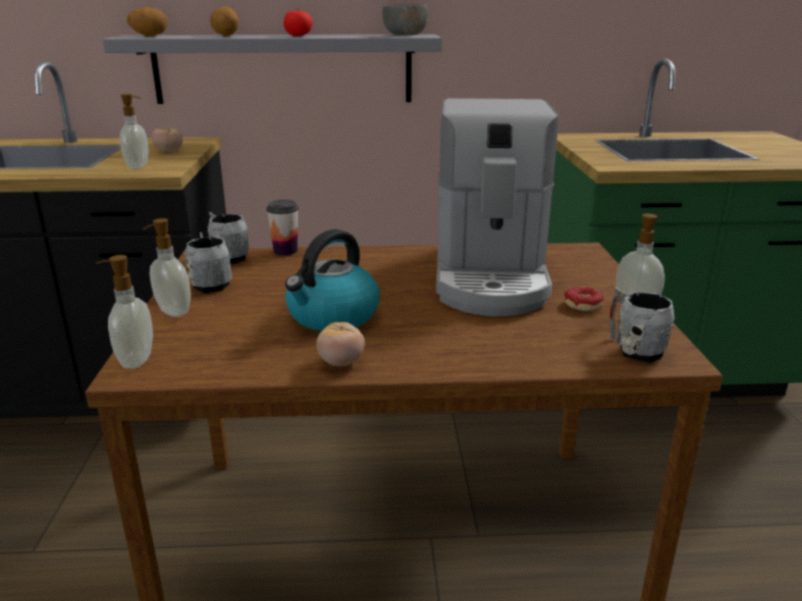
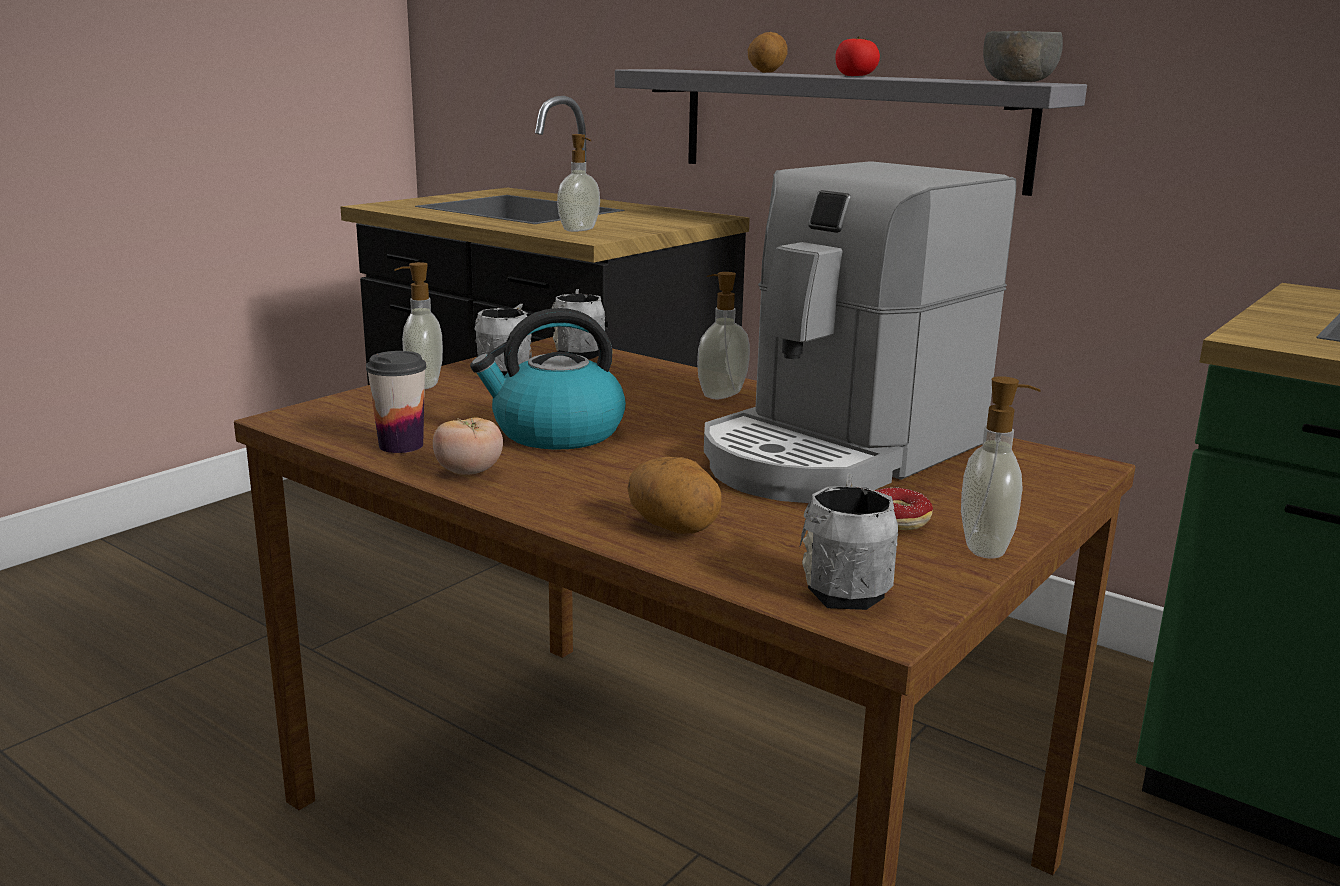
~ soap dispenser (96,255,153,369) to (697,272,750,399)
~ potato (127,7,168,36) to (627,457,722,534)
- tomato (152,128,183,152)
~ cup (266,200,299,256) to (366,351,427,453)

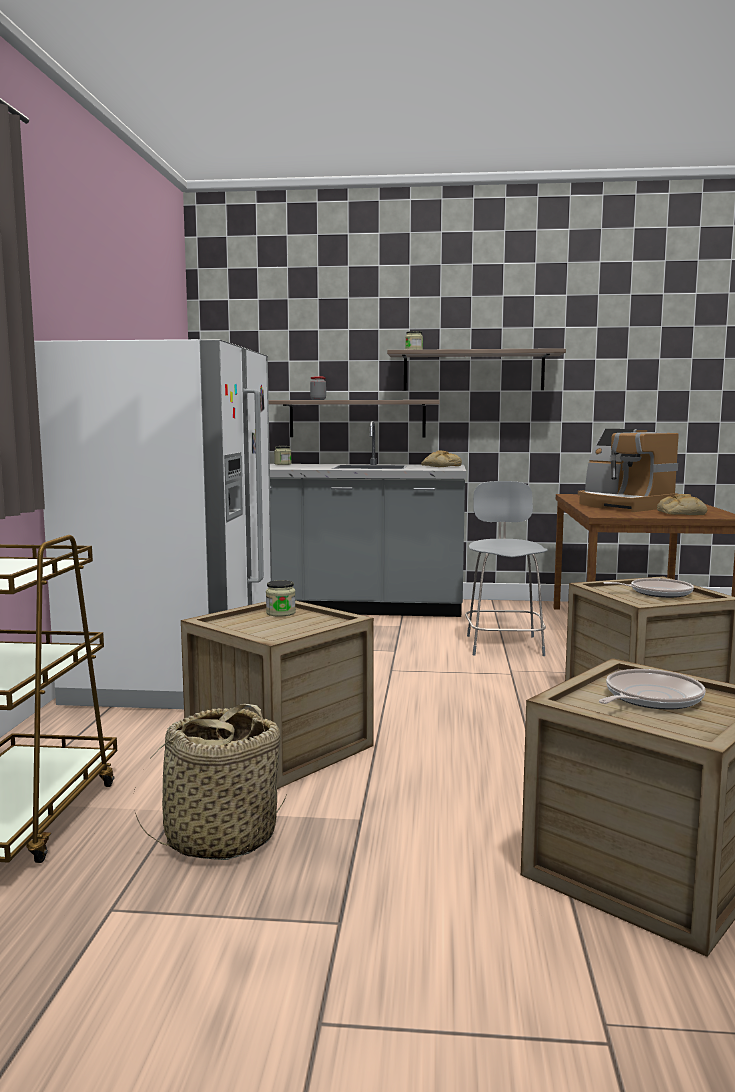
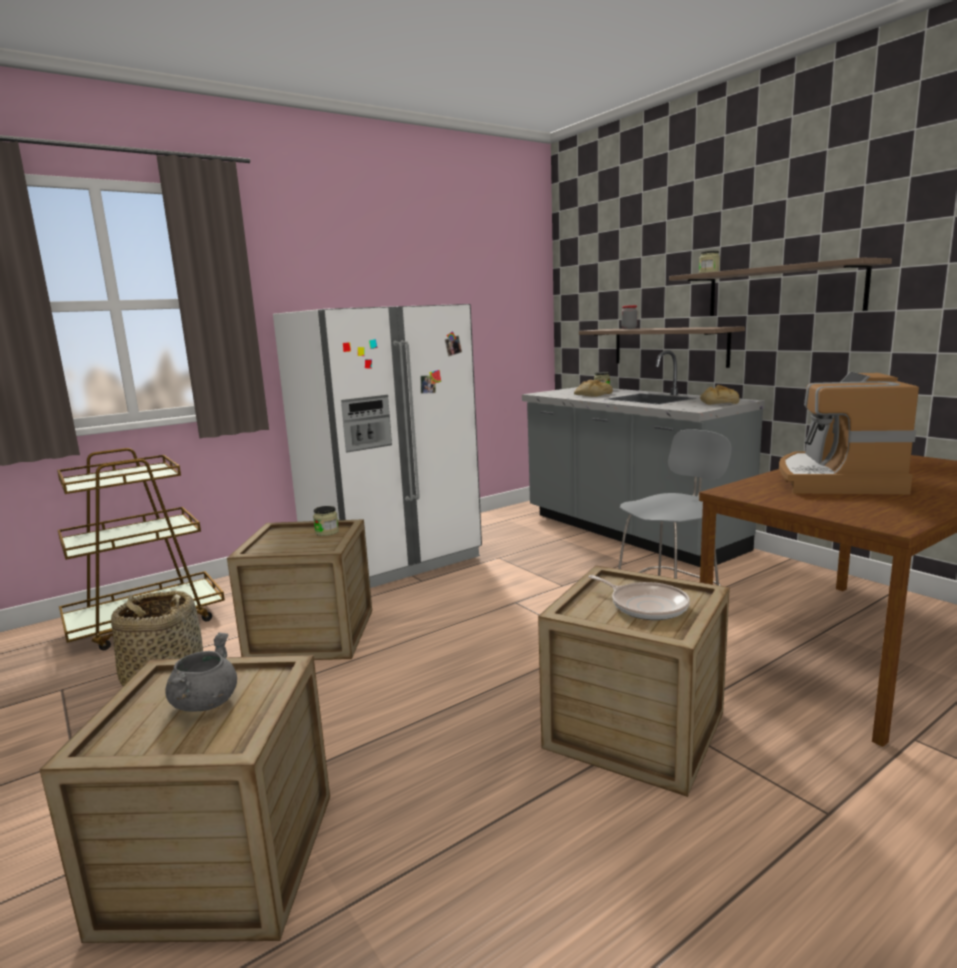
~ frying pan (599,669,705,710) to grey cooking pot (165,633,237,711)
~ bread (657,494,708,515) to (574,380,613,397)

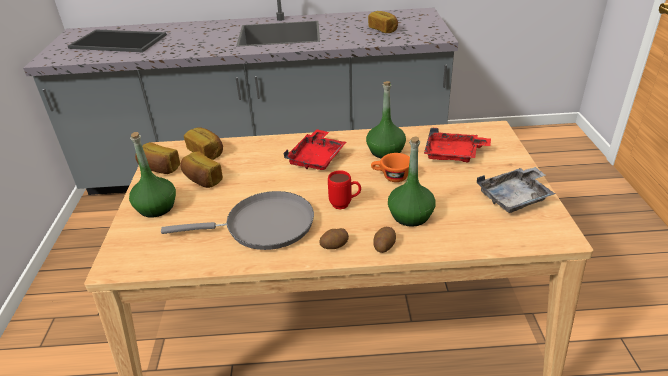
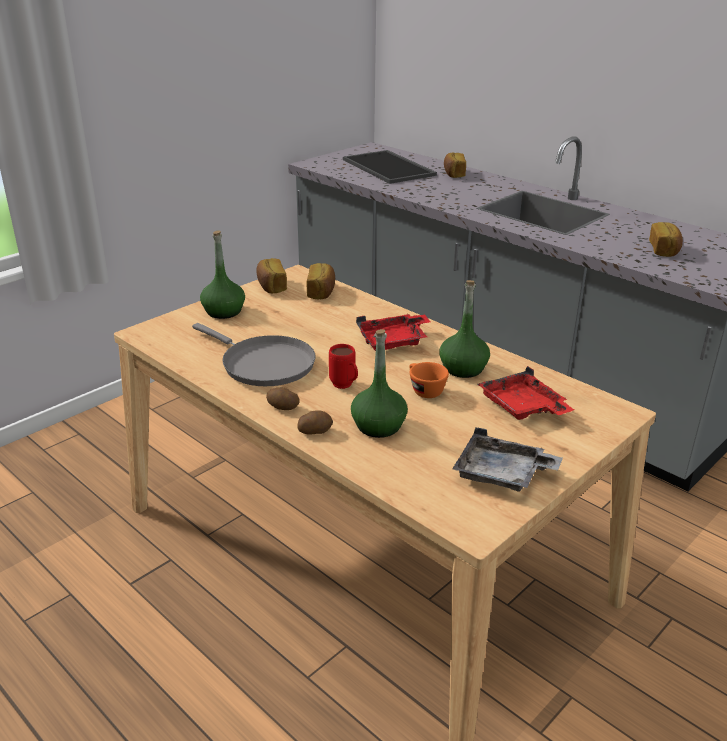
~ bread (180,151,223,188) to (444,153,466,178)

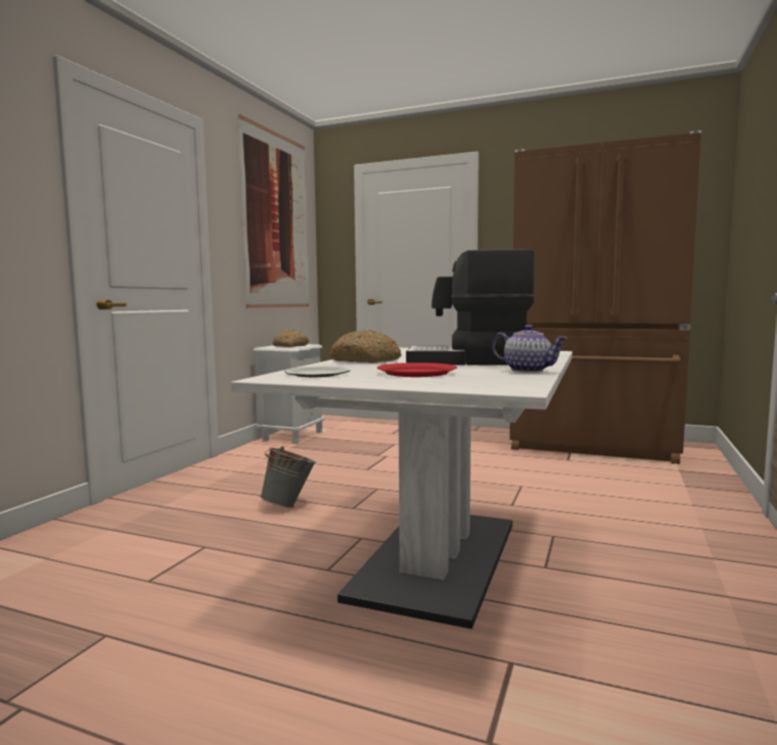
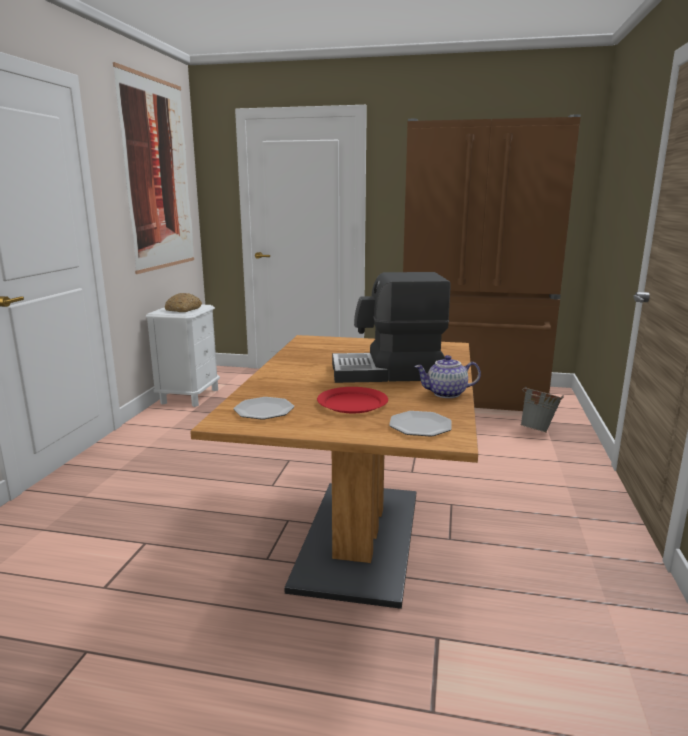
~ white dining table (231,348,573,629) to brown dining table (190,335,478,609)
~ grey bucket (260,446,316,508) to (520,386,564,433)
- bread (330,330,401,363)
~ teapot (492,325,568,373) = (414,355,481,398) 150 degrees clockwise
+ plate (389,411,452,437)

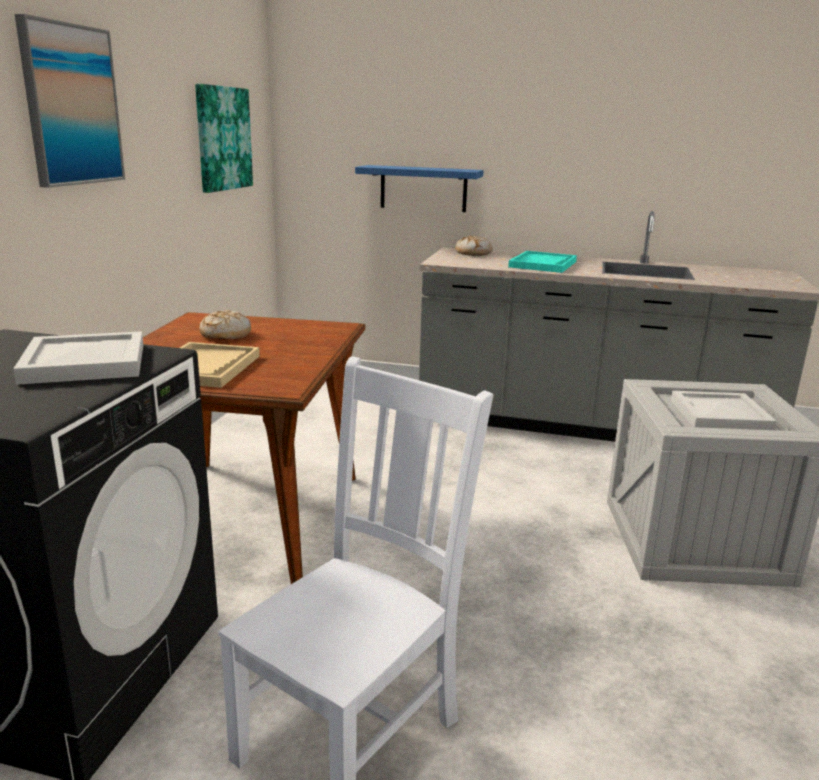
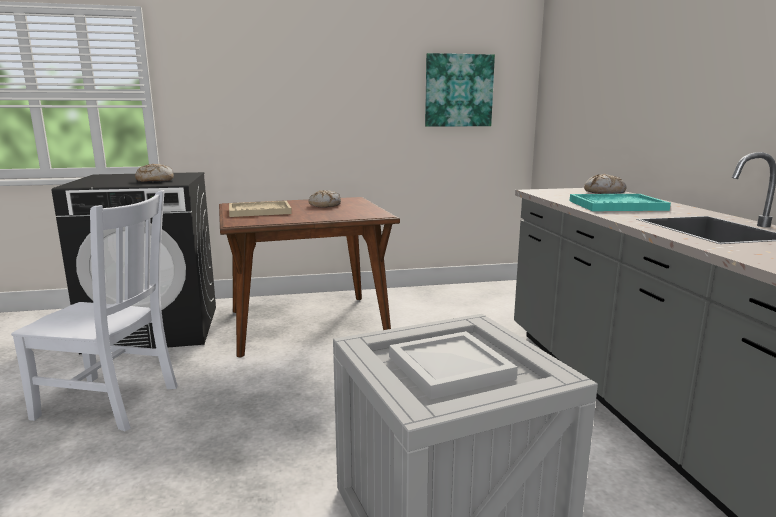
~ white tray (13,331,143,385) to bread (135,164,174,182)
- picture (15,14,125,188)
- blue shelf (355,165,484,212)

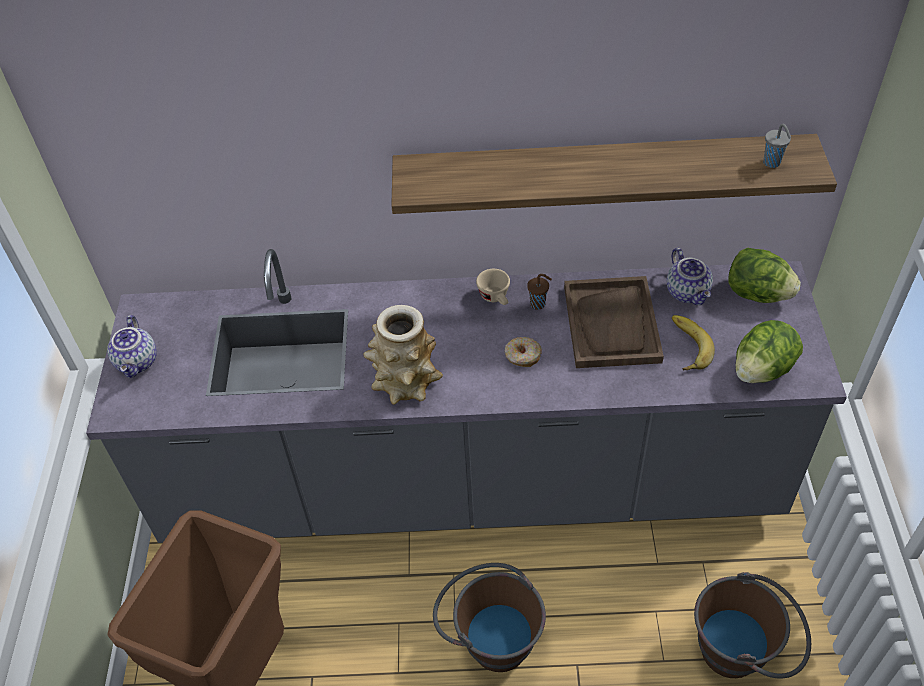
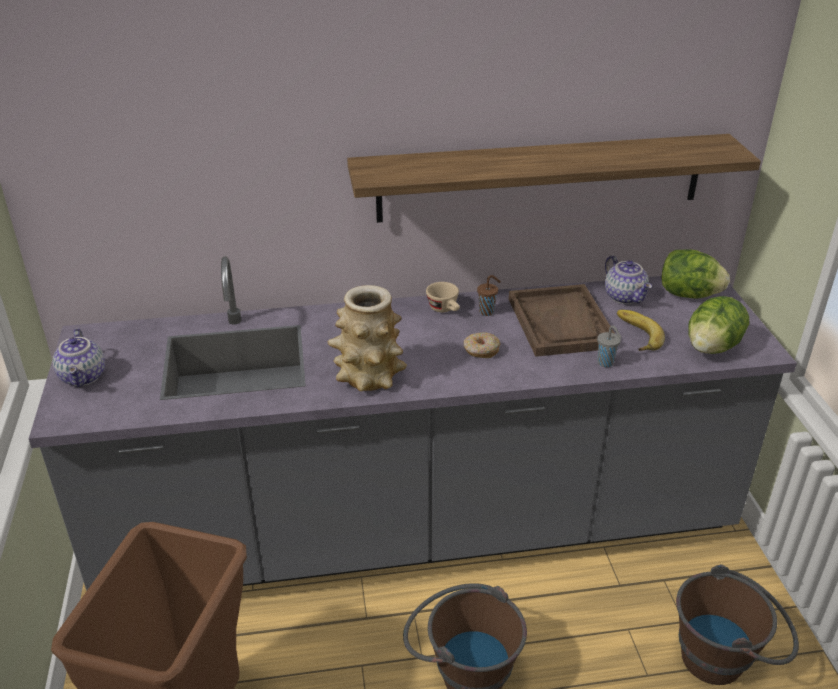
~ grey cup (763,124,791,168) to (597,325,622,367)

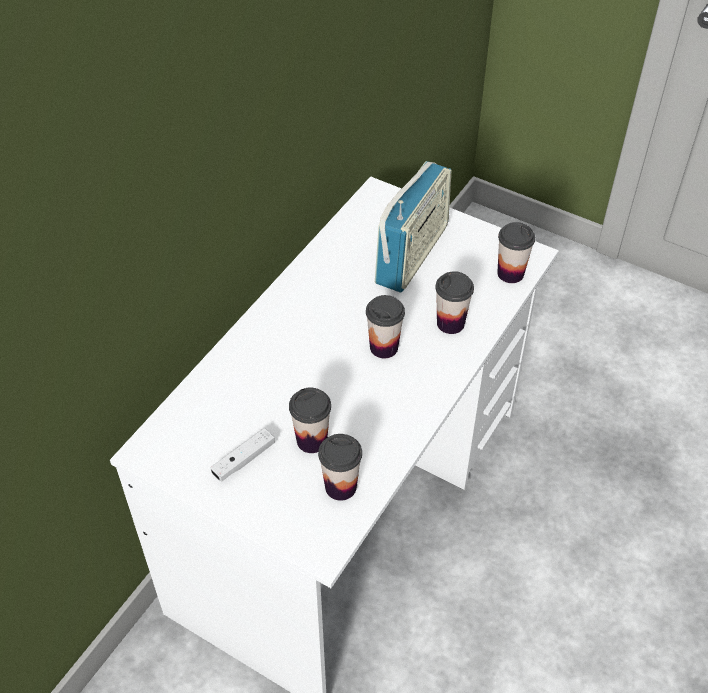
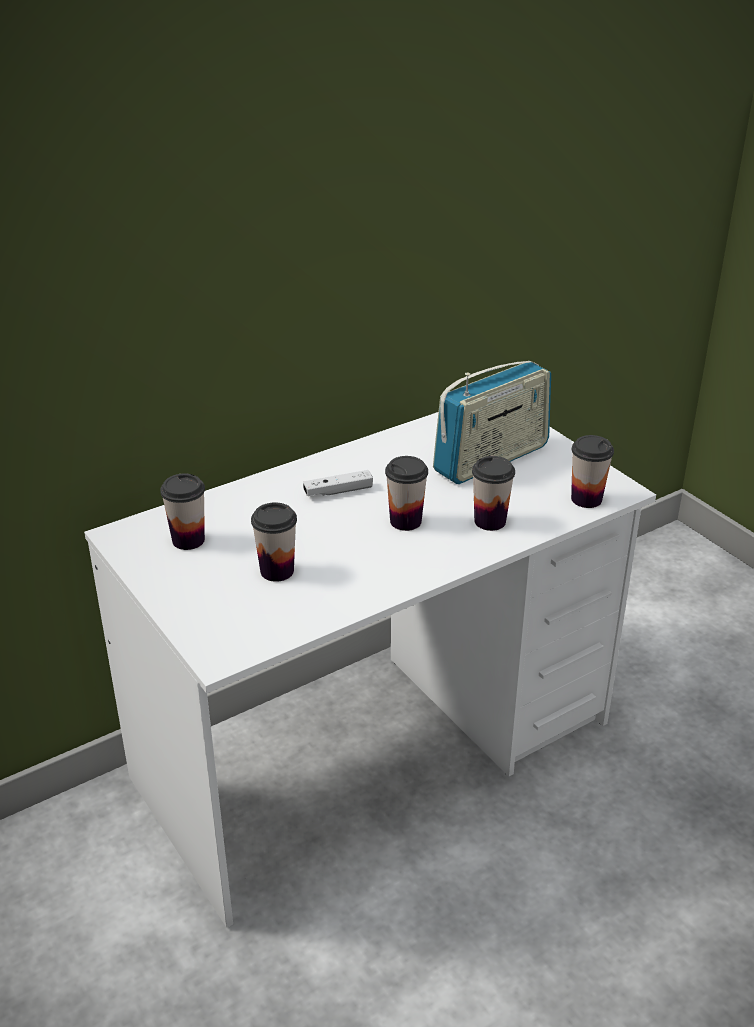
~ white game controller (211,428,275,482) to (303,470,373,496)
~ cup (318,434,362,501) to (160,473,205,550)

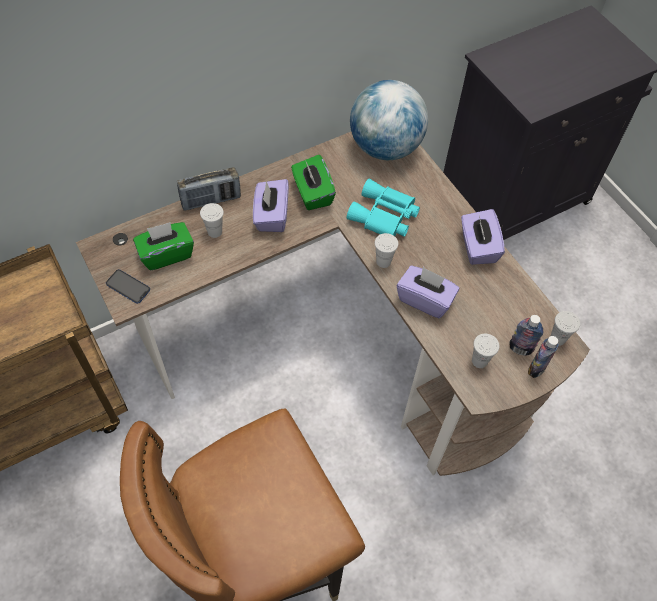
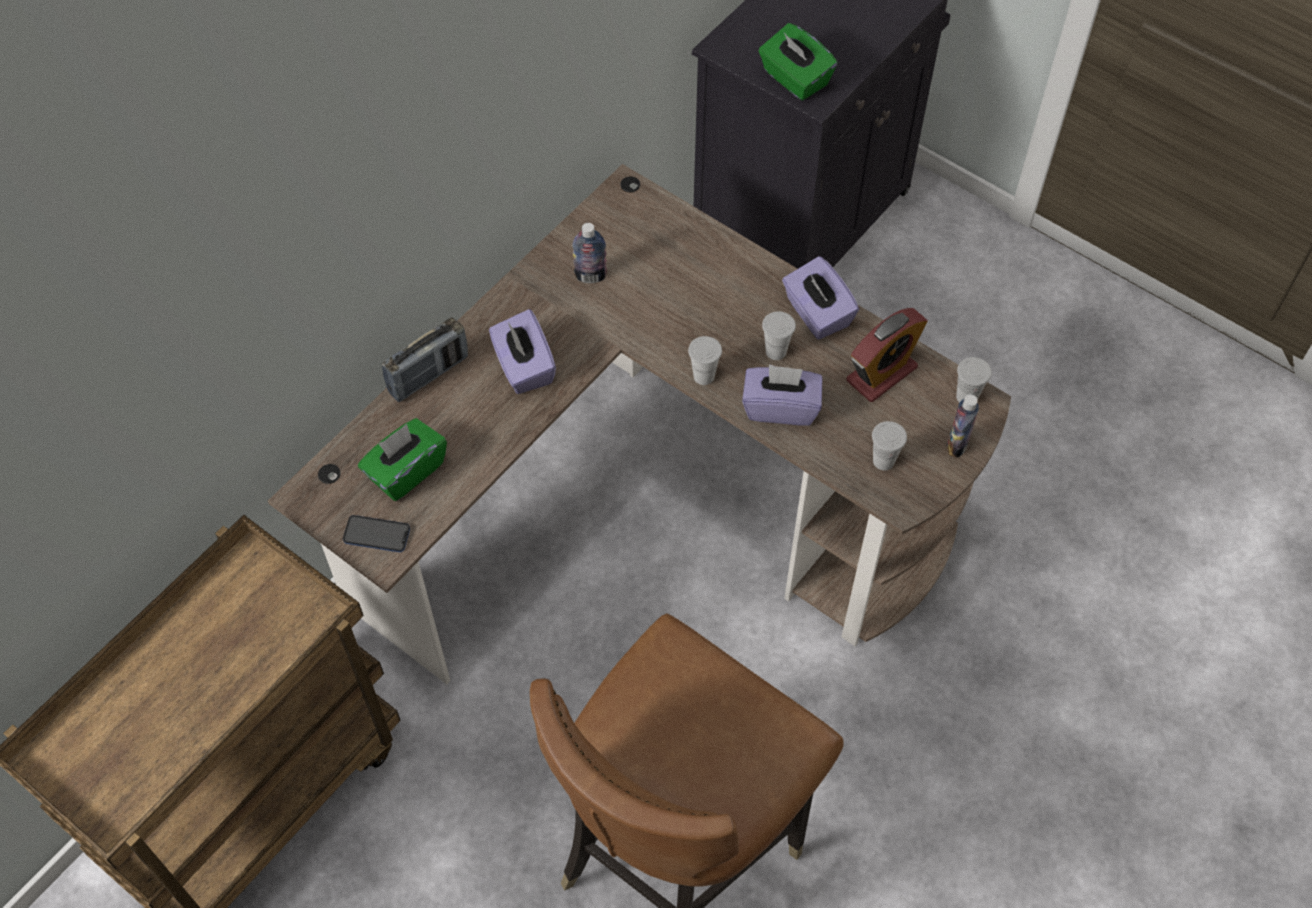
~ white cup (200,203,224,238) to (762,311,796,360)
~ green tissue box (291,155,336,210) to (759,23,837,100)
- turquoise binoculars (347,179,420,237)
- globe (350,80,428,160)
~ bottle (509,315,543,355) to (572,223,607,283)
+ alarm clock (847,308,927,402)

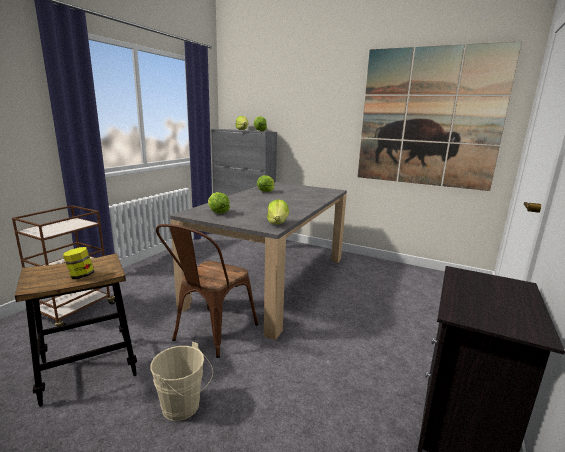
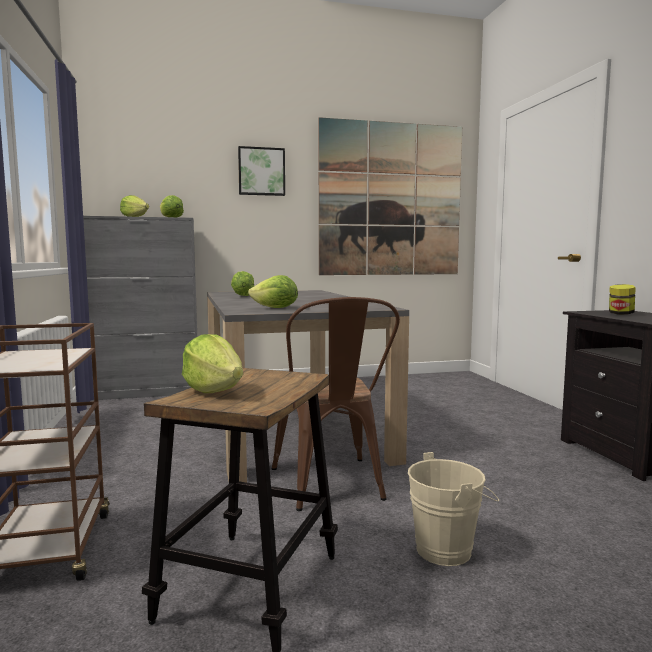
~ jar (63,247,94,279) to (609,284,636,315)
~ lettuce (267,199,289,224) to (182,334,243,393)
+ picture (238,146,285,196)

